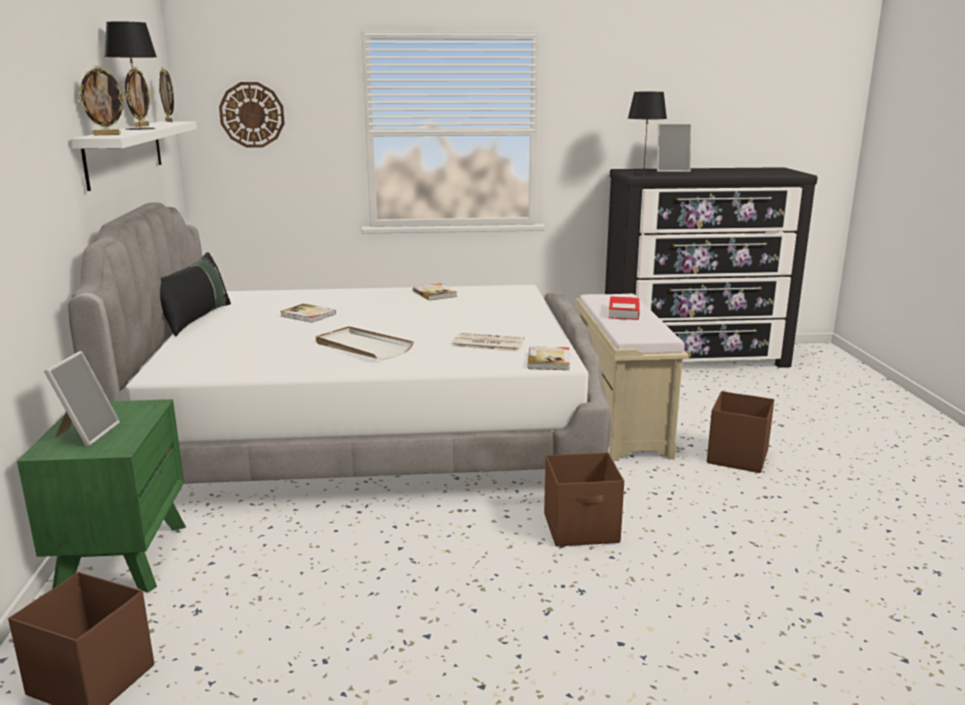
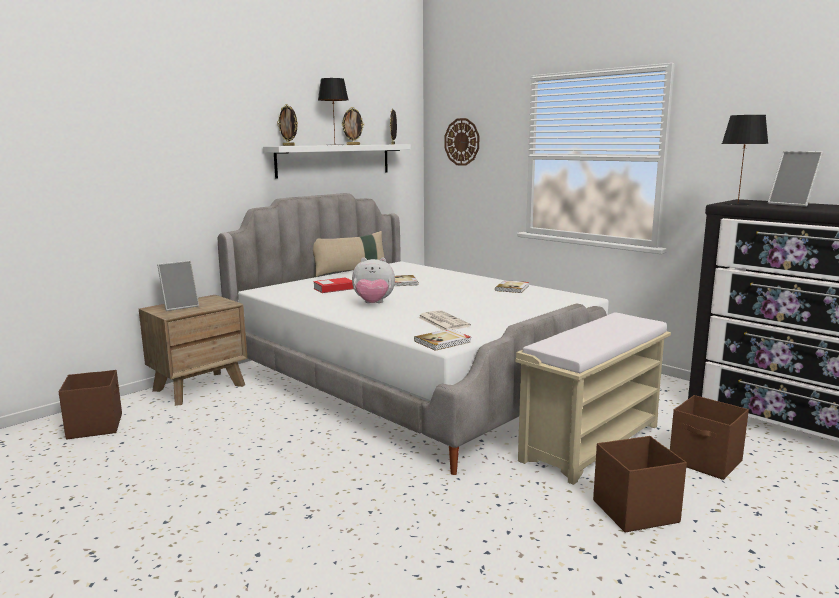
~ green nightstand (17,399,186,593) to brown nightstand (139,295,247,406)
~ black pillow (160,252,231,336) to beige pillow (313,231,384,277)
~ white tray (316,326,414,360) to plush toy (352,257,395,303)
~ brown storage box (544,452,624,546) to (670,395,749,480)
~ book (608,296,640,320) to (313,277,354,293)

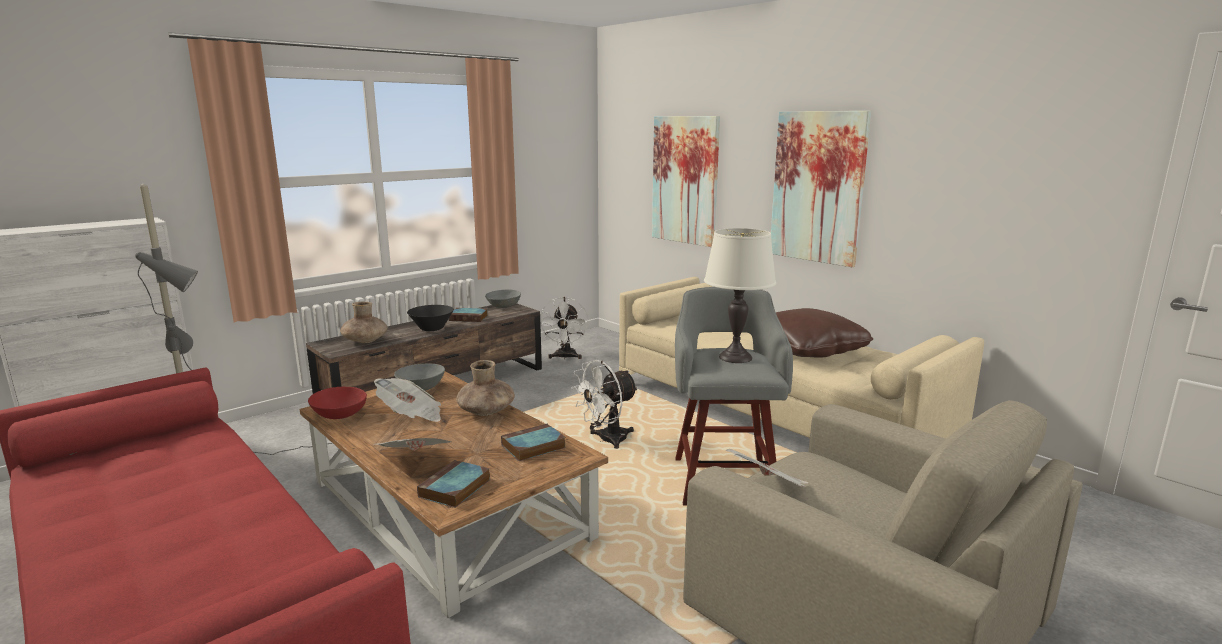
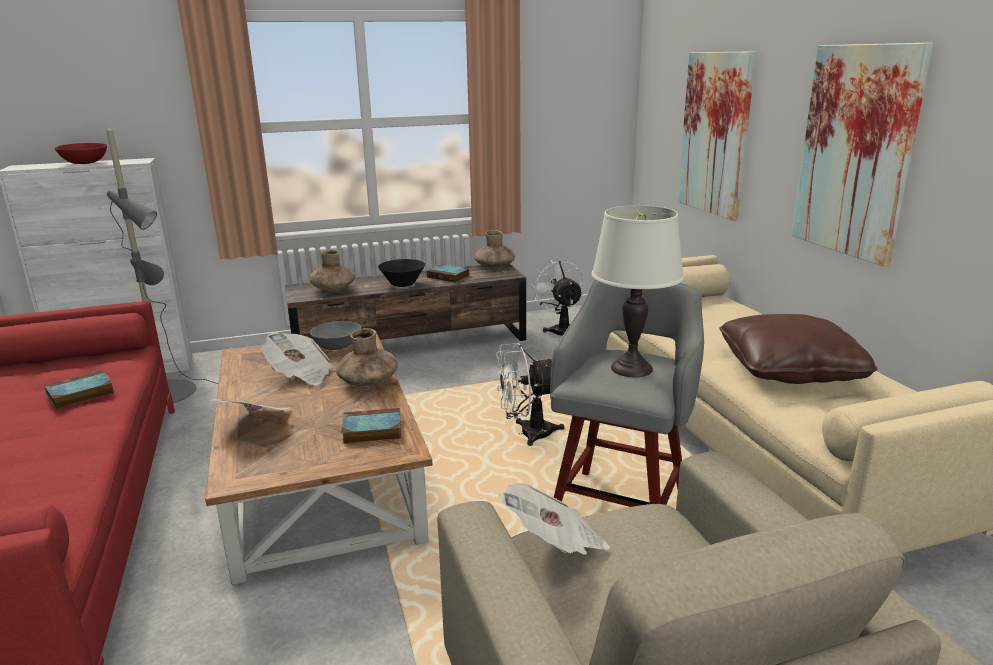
~ red bowl (308,387,367,419) to (54,143,107,164)
~ book (417,460,490,508) to (44,370,115,409)
~ grey bowl (485,290,521,308) to brown vase (474,230,515,270)
~ white fan (540,297,588,359) = (531,260,585,336) 135 degrees clockwise

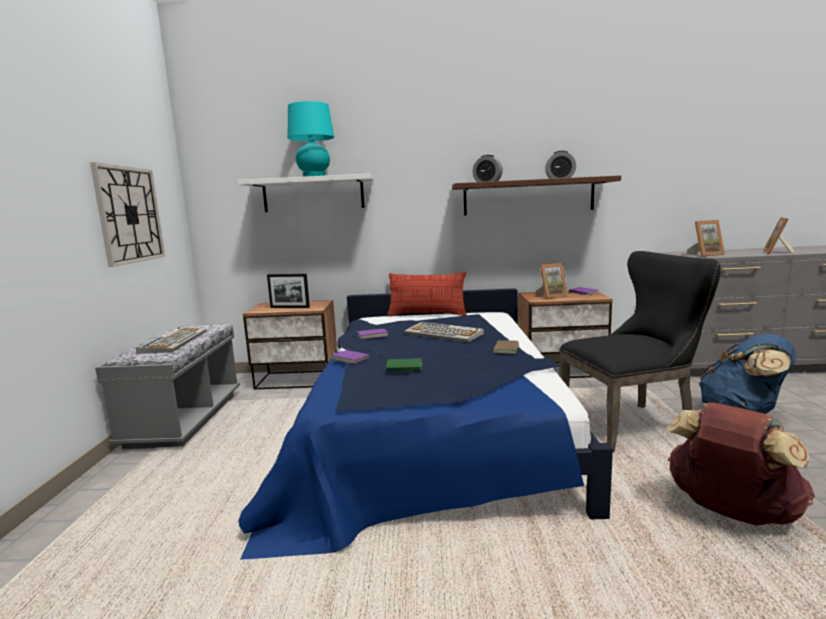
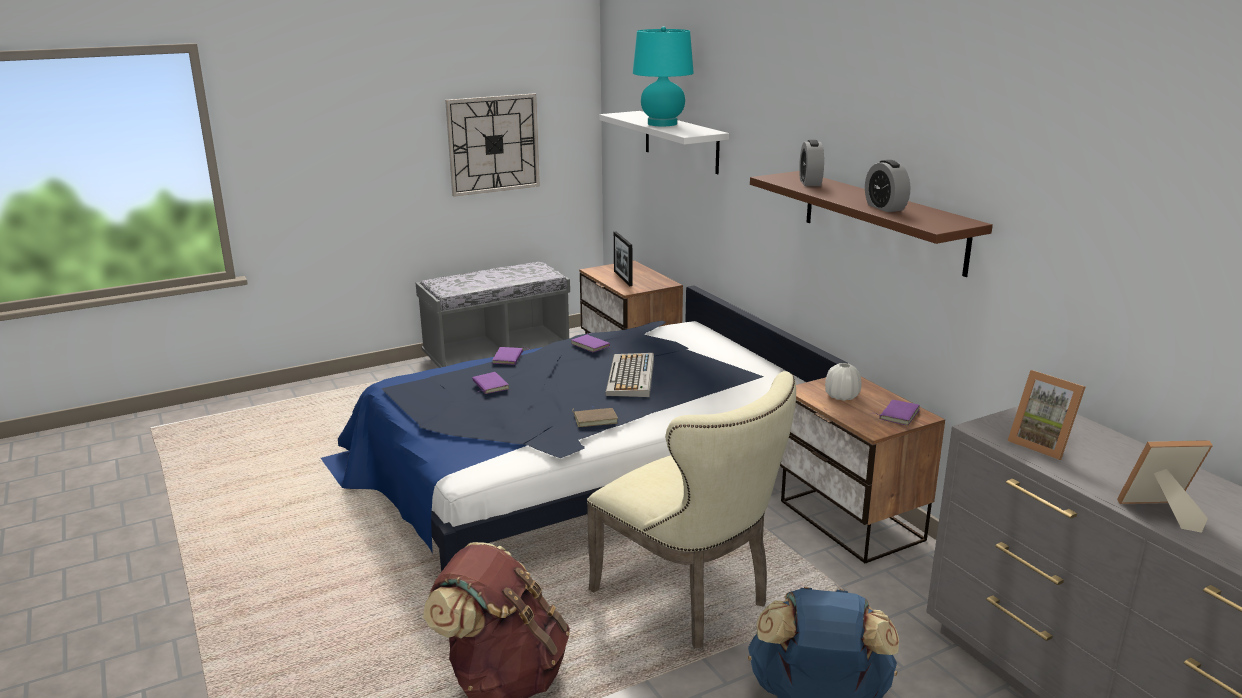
- keyboard (136,328,206,354)
~ green book (386,358,423,371) to purple book (472,372,509,394)
- pillow (387,272,467,316)
~ picture frame (536,263,568,299) to white vase (825,363,862,401)
~ black chair (559,251,721,453) to beige chair (587,371,796,648)

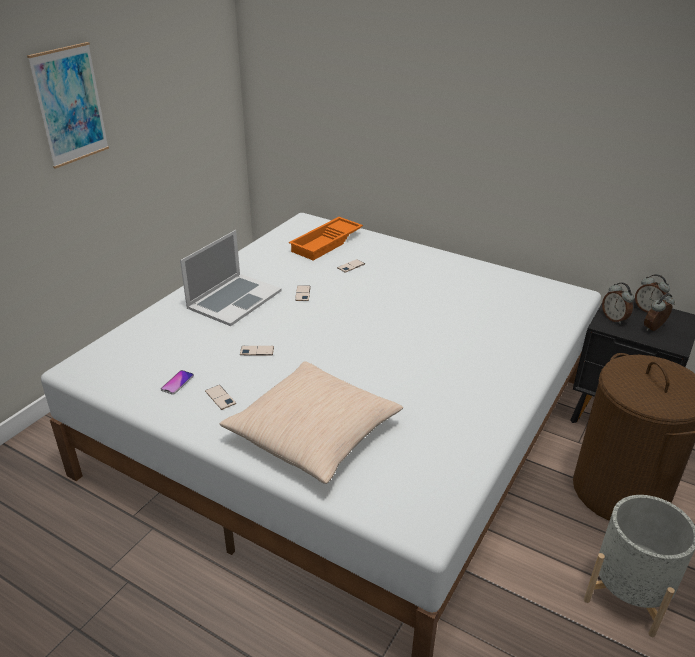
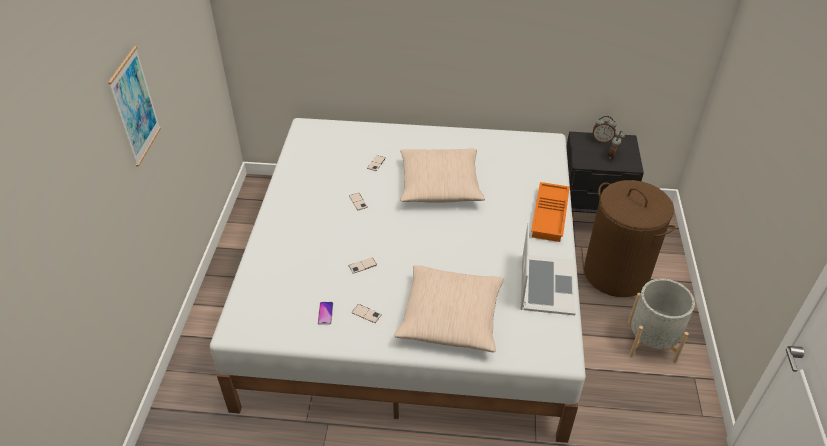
~ laptop (180,230,282,326) to (521,222,576,315)
~ orange tray (289,217,363,260) to (531,182,570,242)
- alarm clock (602,282,634,324)
+ beige pillow (400,149,485,203)

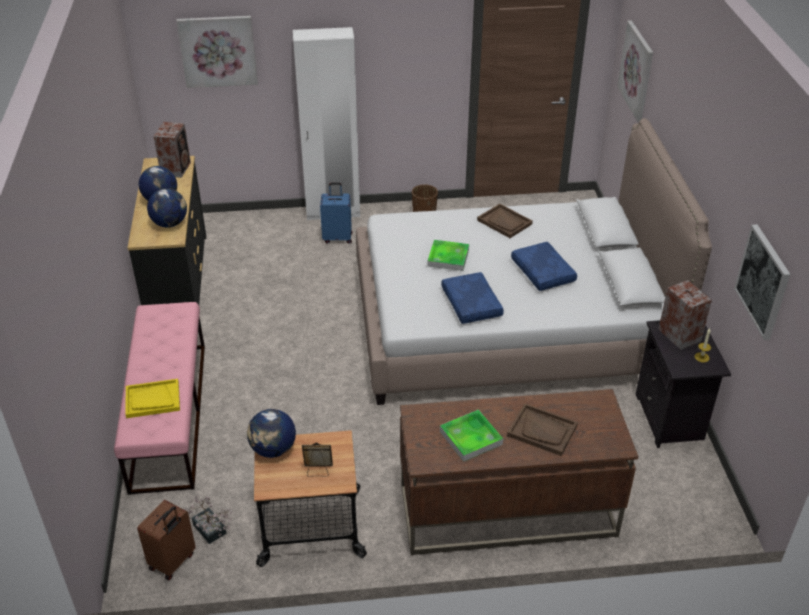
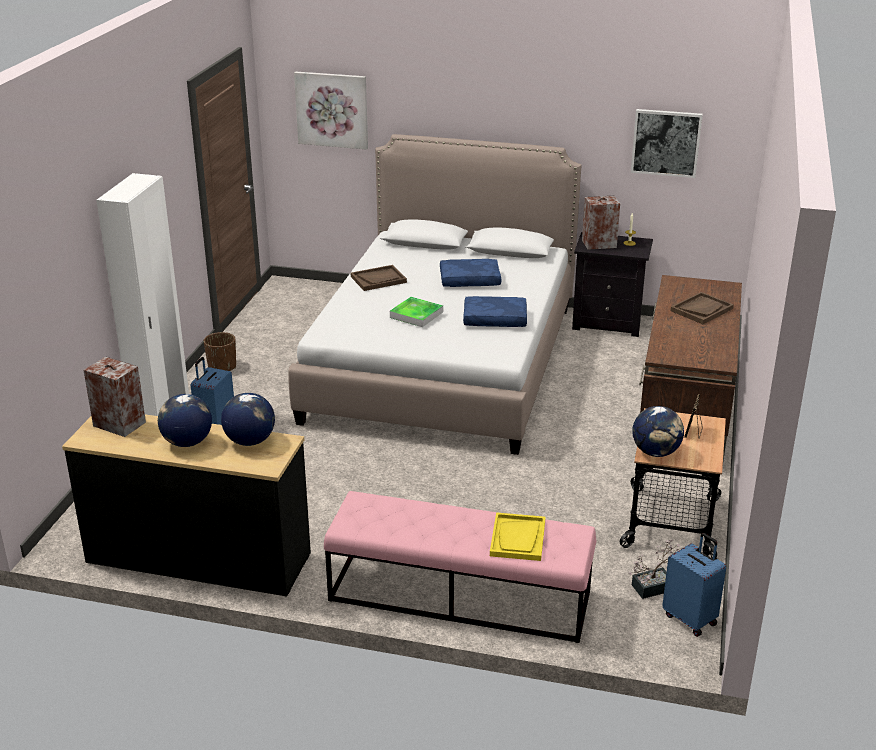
~ brown suitcase (137,500,196,580) to blue suitcase (662,533,726,637)
- picture (176,16,258,88)
- tray (440,410,503,462)

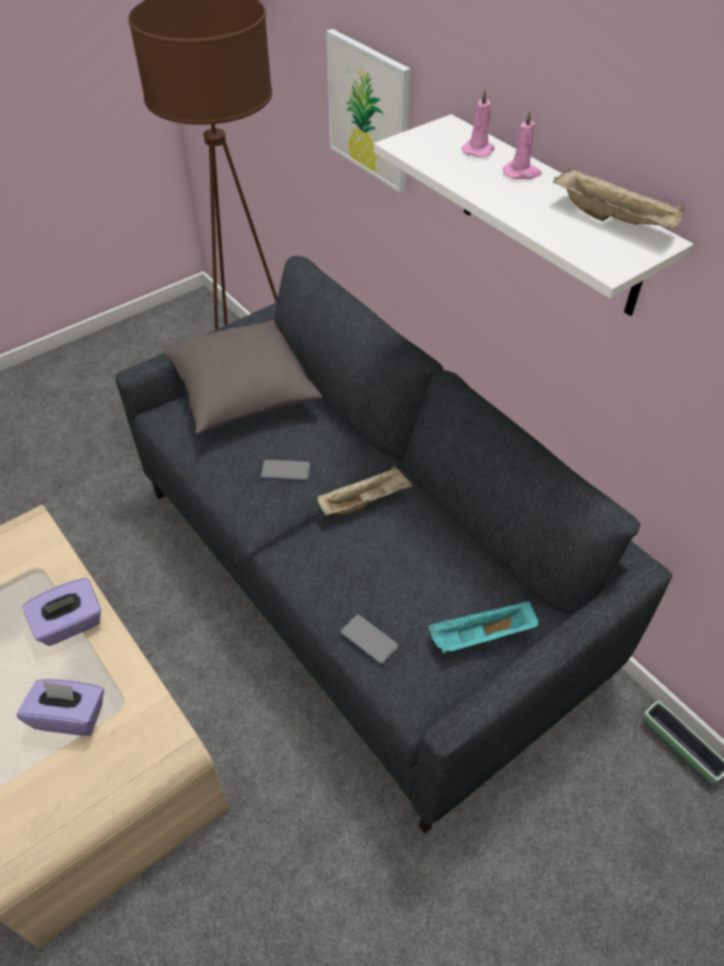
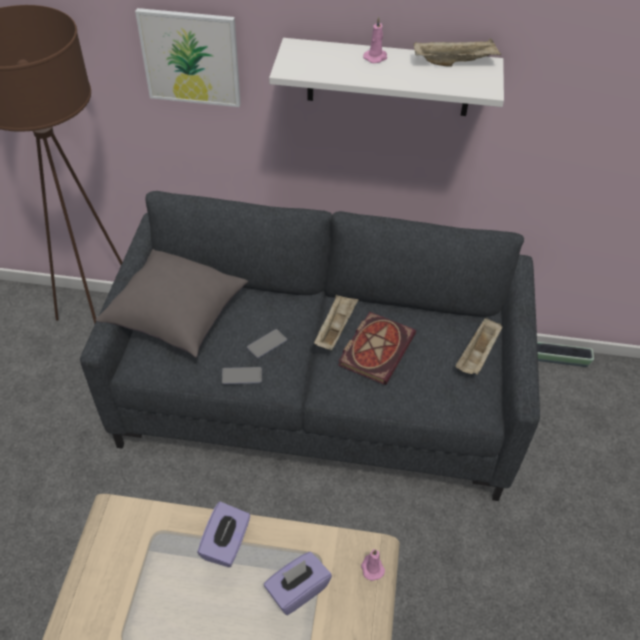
~ phone (341,614,398,664) to (222,367,262,384)
~ turquoise tray (428,601,539,653) to beige tray (455,318,502,375)
~ pink candle (462,88,495,158) to (361,549,385,581)
+ book (338,312,416,385)

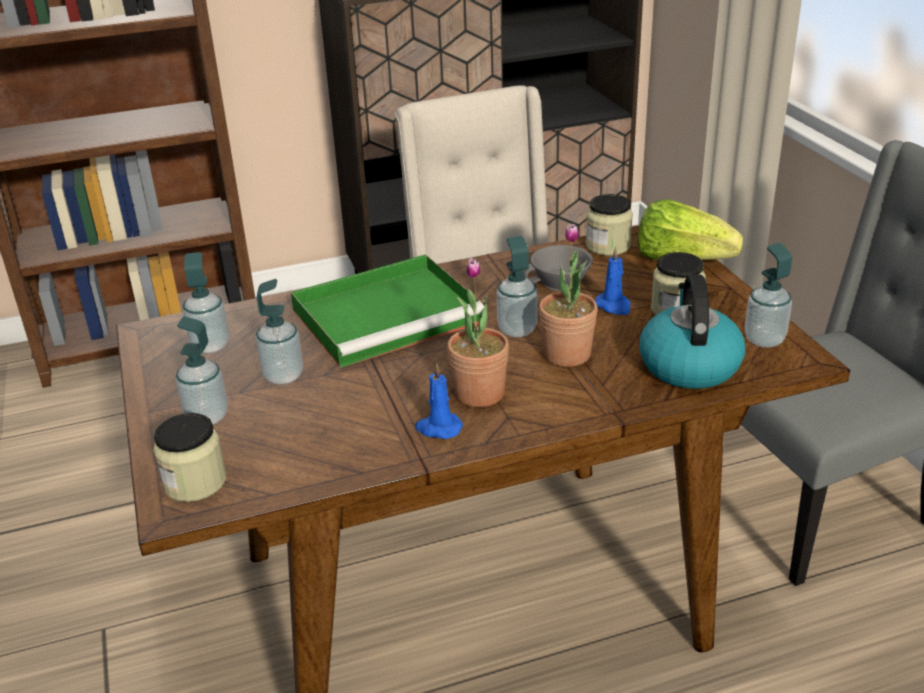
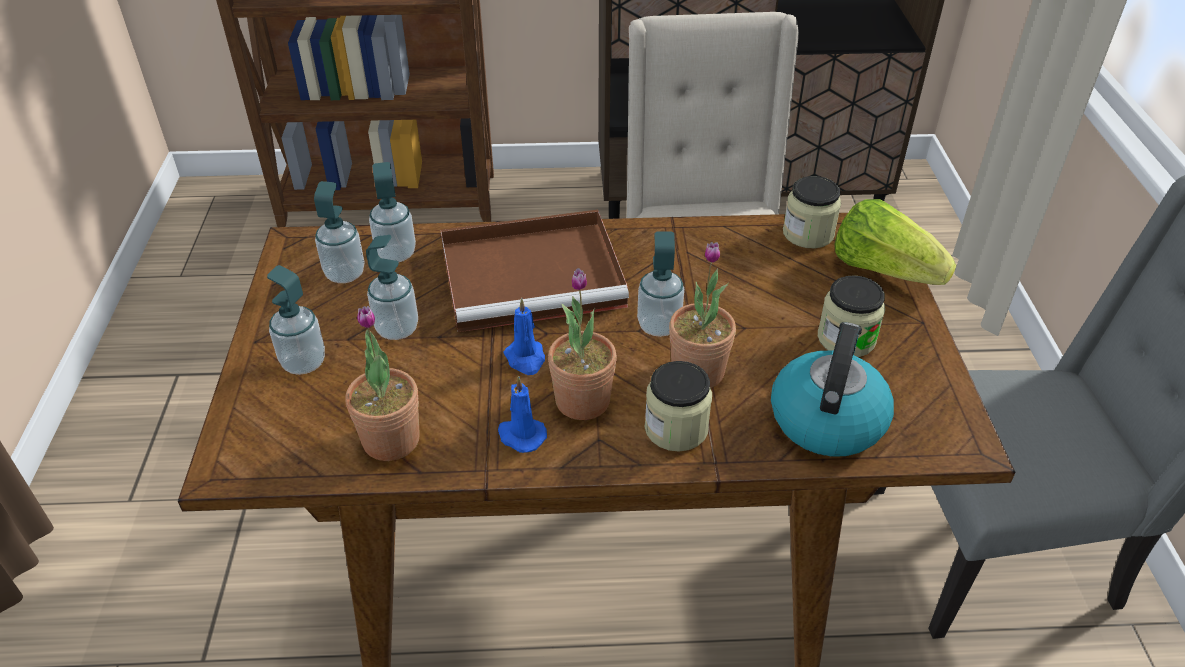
~ jar (153,413,226,502) to (645,361,712,452)
~ green tray (291,254,484,368) to brown tray (440,210,629,332)
- grey cup (521,245,593,291)
~ blue candle (595,247,631,315) to (504,298,545,375)
~ soap dispenser (744,243,792,348) to (369,162,416,262)
+ potted plant (346,306,420,461)

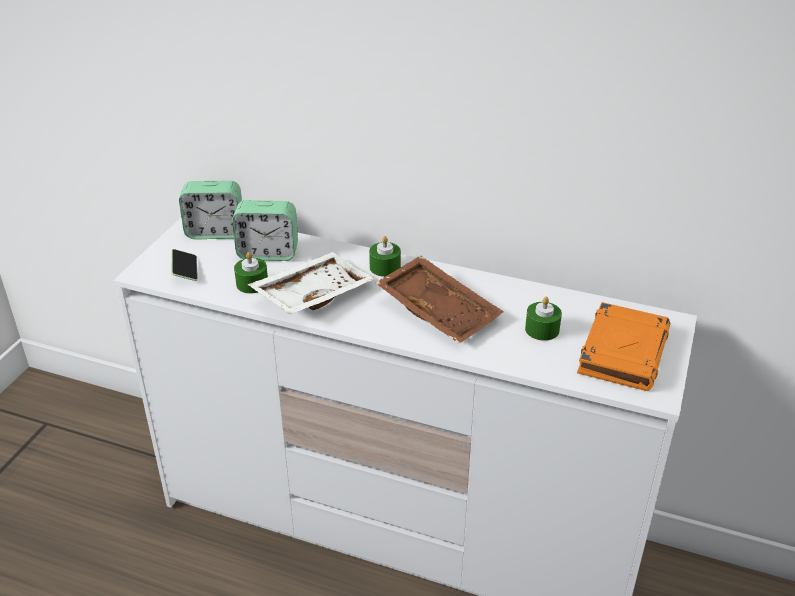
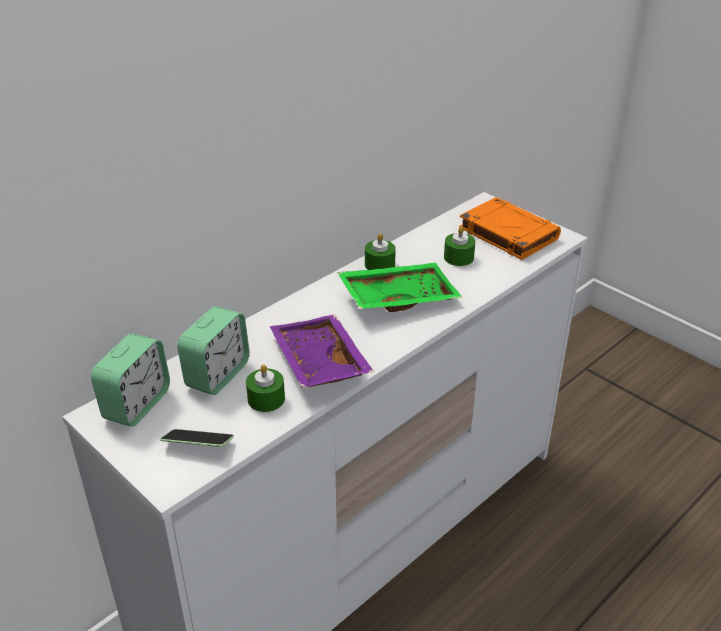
~ white tray (247,252,375,314) to purple tray (270,315,374,388)
~ green candle (369,236,401,277) to (365,233,396,270)
~ brown tray (376,256,504,344) to green tray (337,263,463,312)

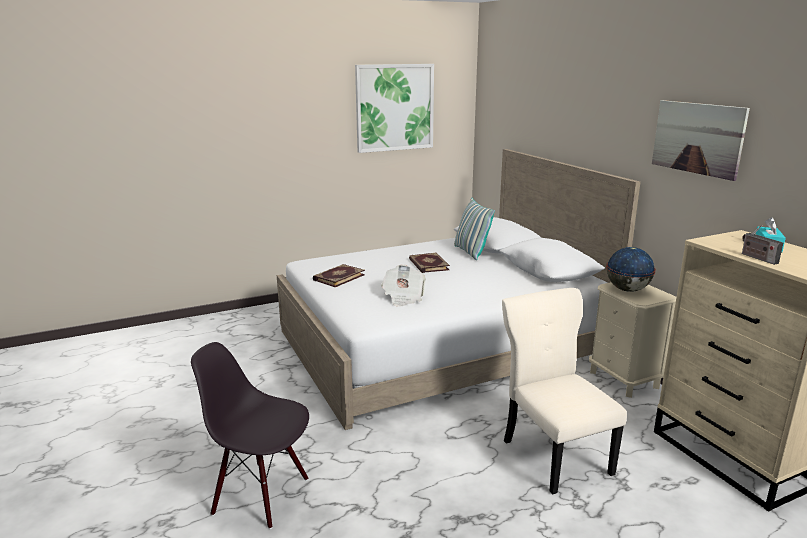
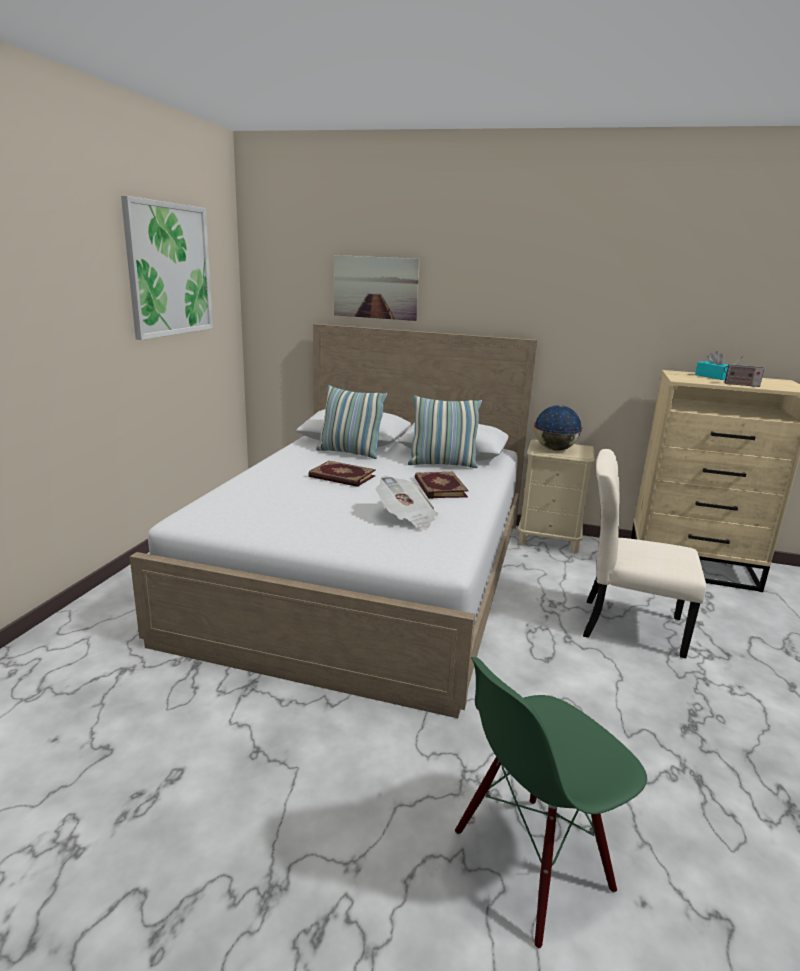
~ black chair (191,342,309,529) to green chair (455,657,647,949)
~ book (313,264,365,287) to (415,471,469,499)
~ picture (652,100,750,181) to (334,255,420,321)
+ pillow (408,395,482,468)

